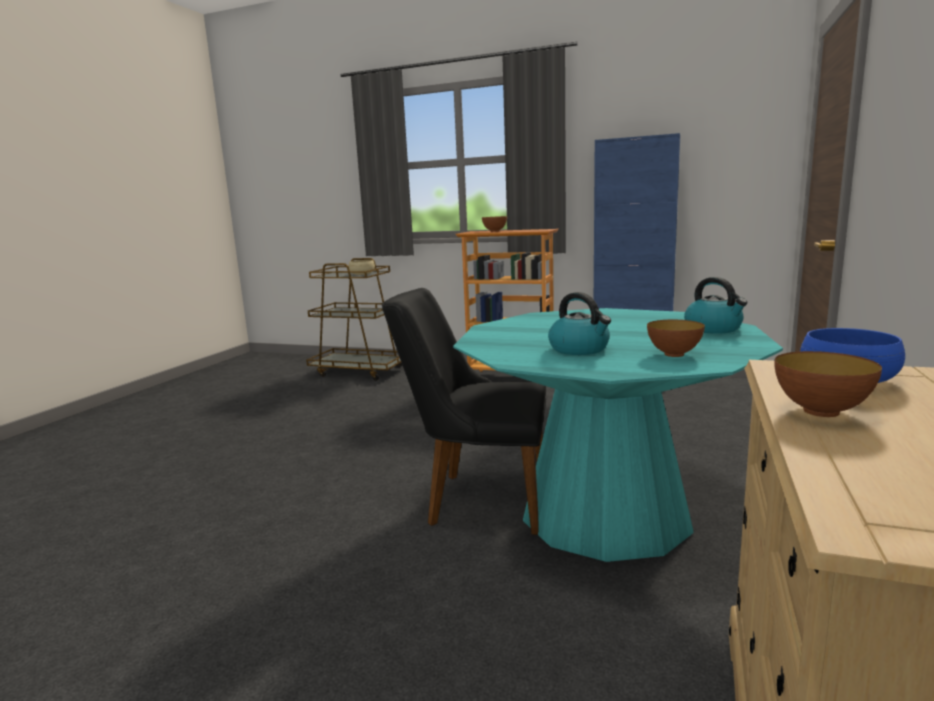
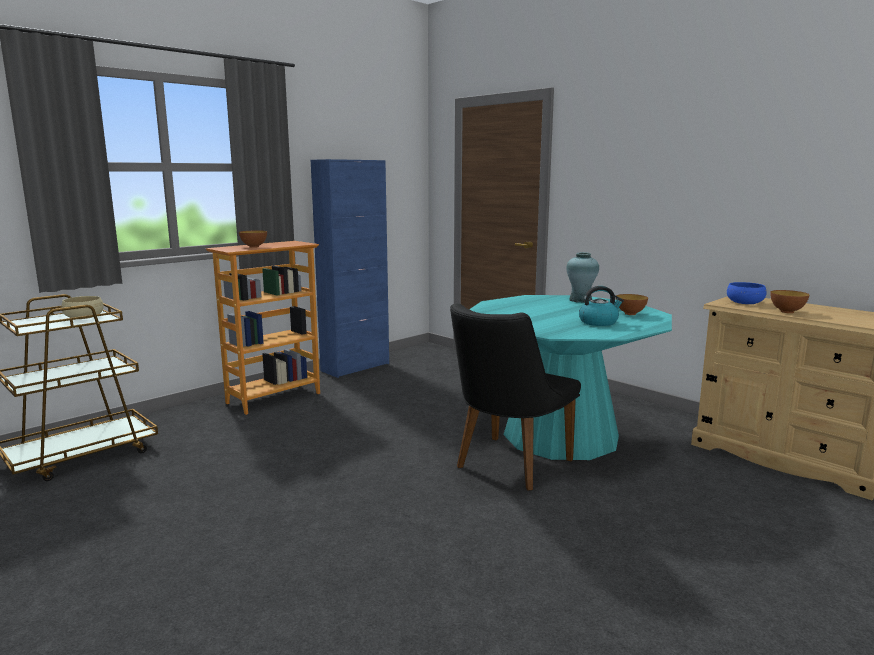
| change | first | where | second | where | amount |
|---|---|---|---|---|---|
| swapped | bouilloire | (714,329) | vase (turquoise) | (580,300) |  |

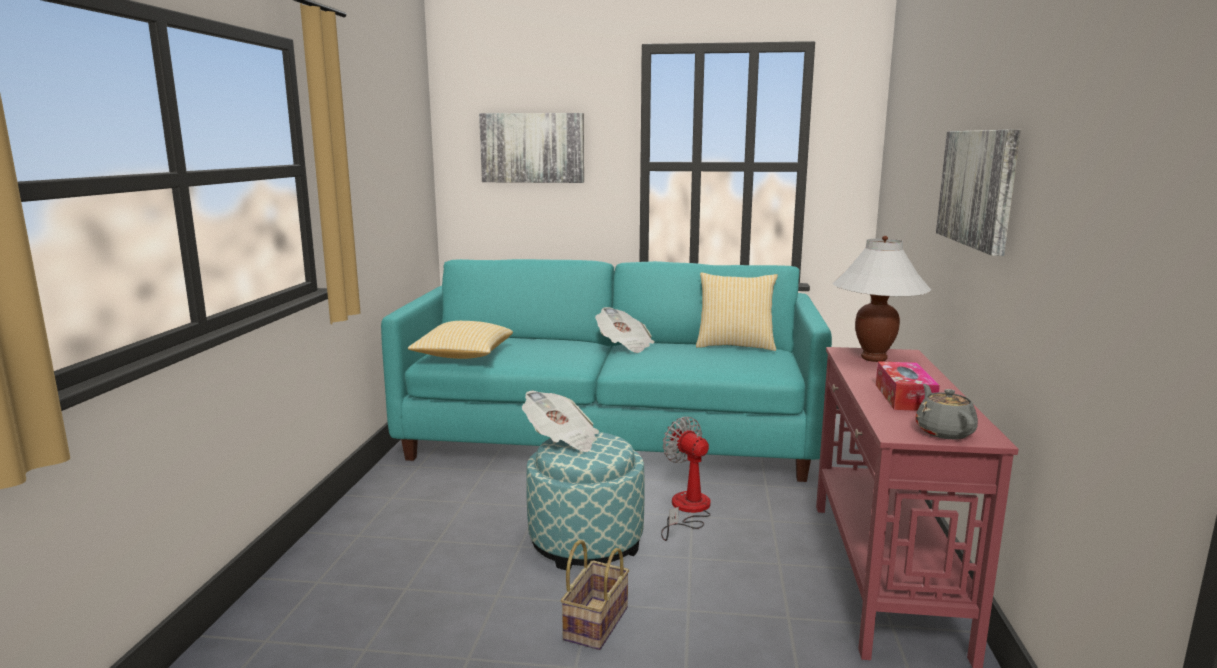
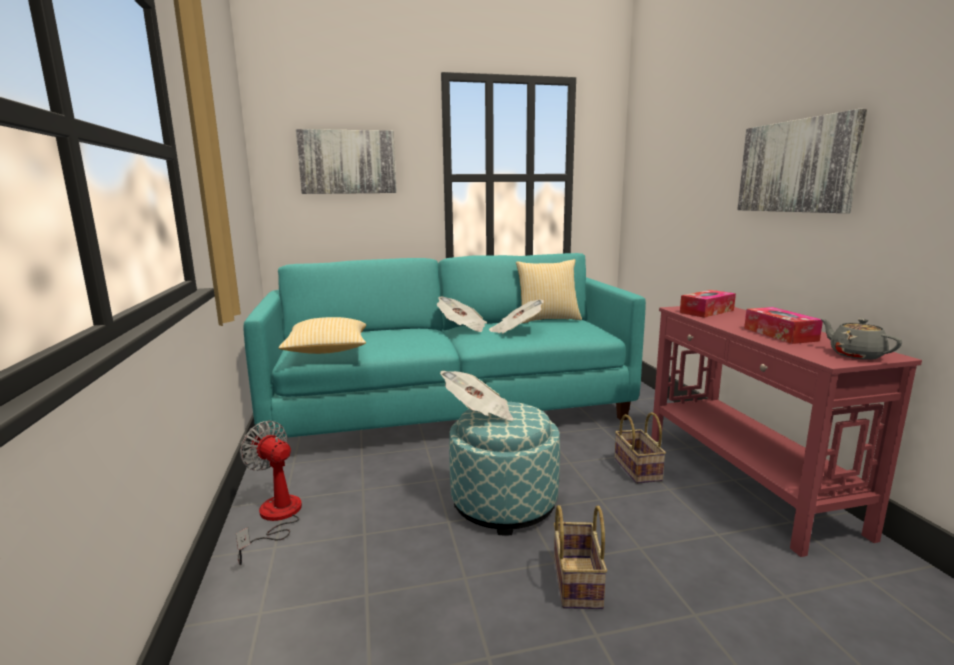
| change | first | where | second | where | amount |
|---|---|---|---|---|---|
| shifted | ventilateur | (687,510) |  | (275,518) |  |
| new |  |  | journal | (515,331) |  |
| new |  |  | panier | (635,469) |  |
| swapped | lampe de table (blanc) | (874,358) | boîte à mouchoirs | (706,311) |  |

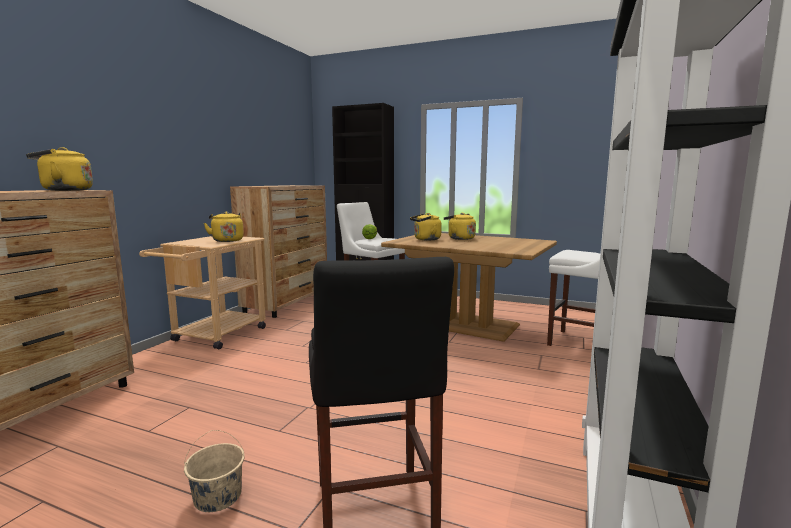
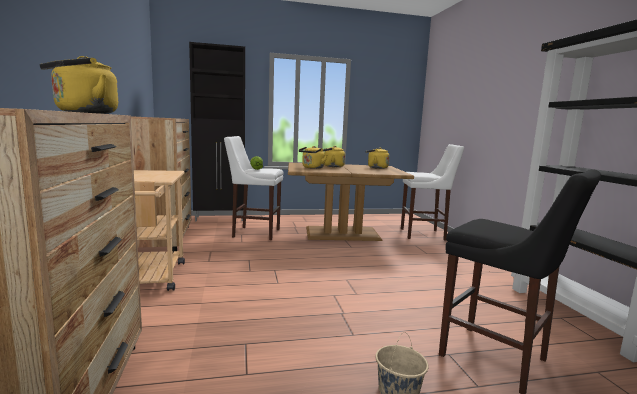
| change | first | where | second | where | amount |
|---|---|---|---|---|---|
| shifted | bouilloire (jaune) | (227,240) |  | (376,167) |  |

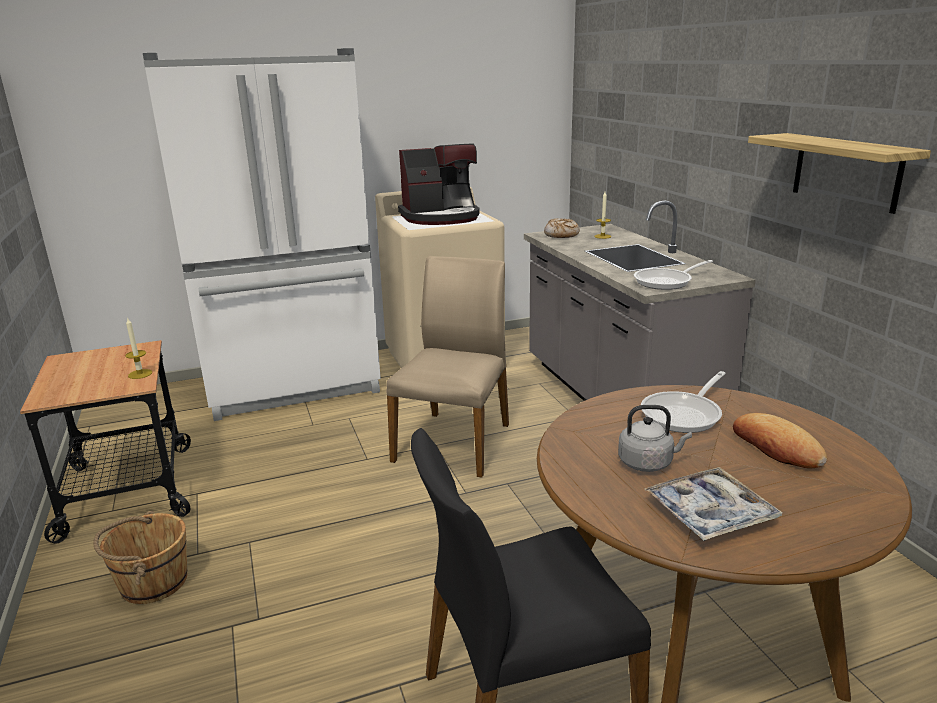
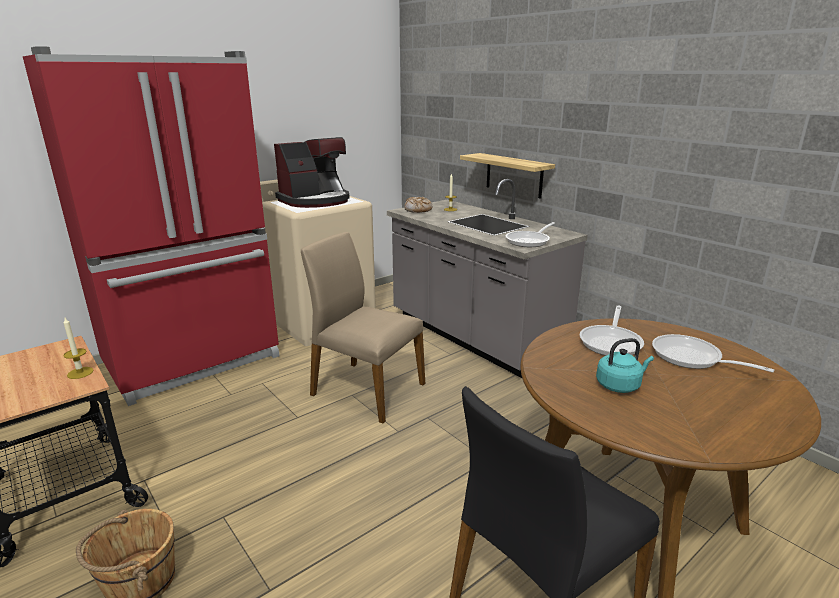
| change | first | where | second | where | amount |
|---|---|---|---|---|---|
| repainted | réfrigérateur (blanc) | (294,386) | réfrigérateur (rouge) | (195,362) |  |
| rotated | chaise (beige) | (454,441) |  | (366,389) | 60 degrees counterclockwise |
| shifted | étagère | (846,171) |  | (514,175) |  |
| repainted | bouilloire (gris) | (648,463) | bouilloire (turquoise) | (620,385) |  |
| swapped | pain | (776,447) | poêle | (692,358) |  |
| gone | plateau | (710,513) |  |  |  |

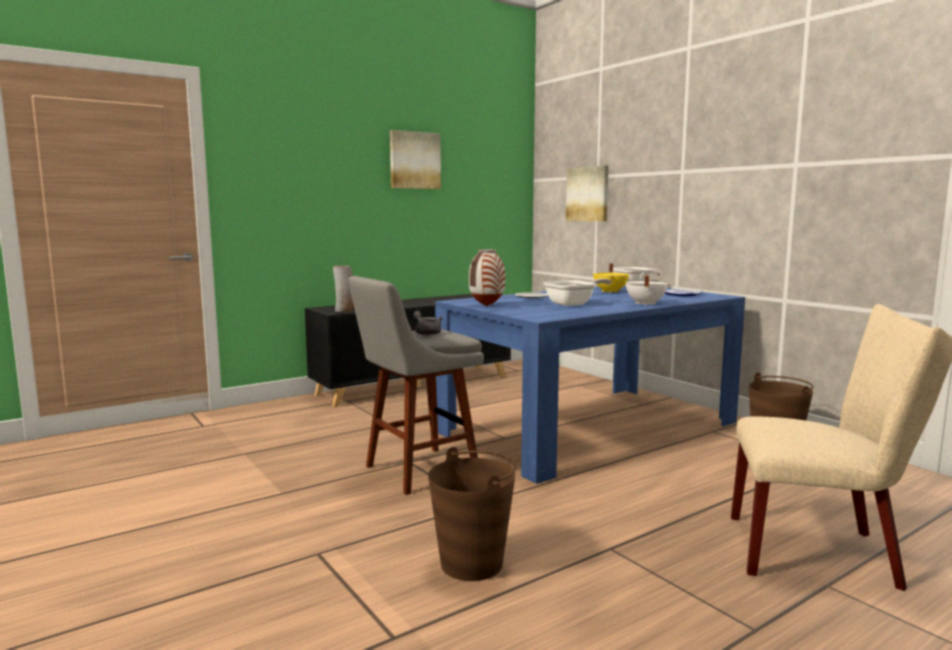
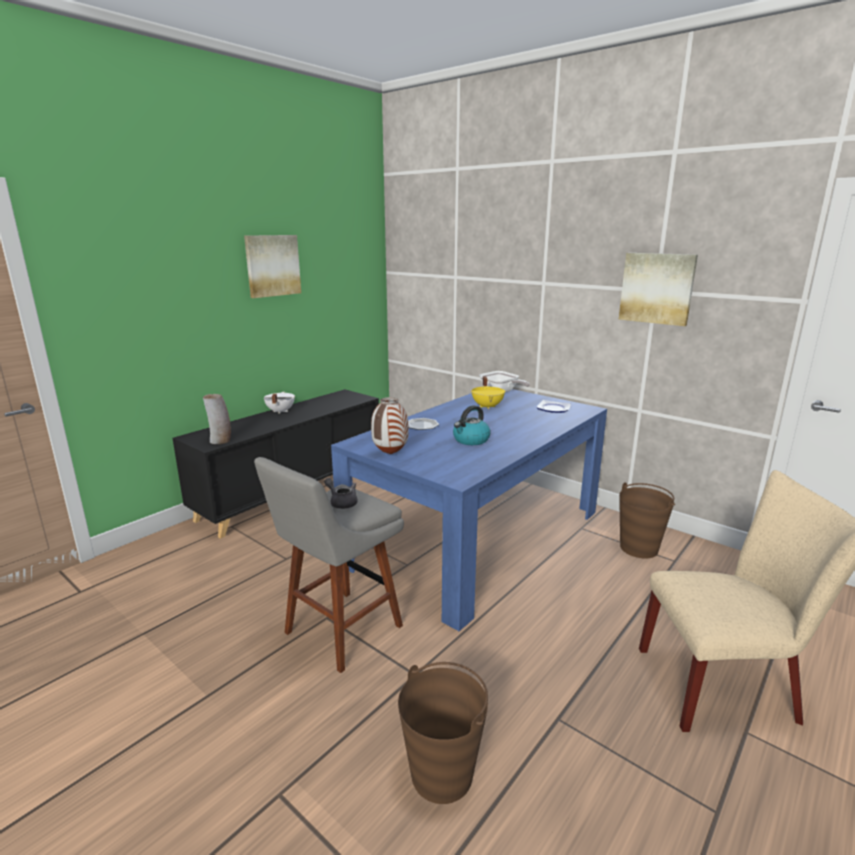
| change | first | where | second | where | amount |
|---|---|---|---|---|---|
| shifted | marmite (blanc) | (644,304) |  | (280,411) |  |
| swapped | poêle | (574,304) | bouilloire | (471,440) |  |
| shifted | tableau | (588,194) |  | (657,288) |  |

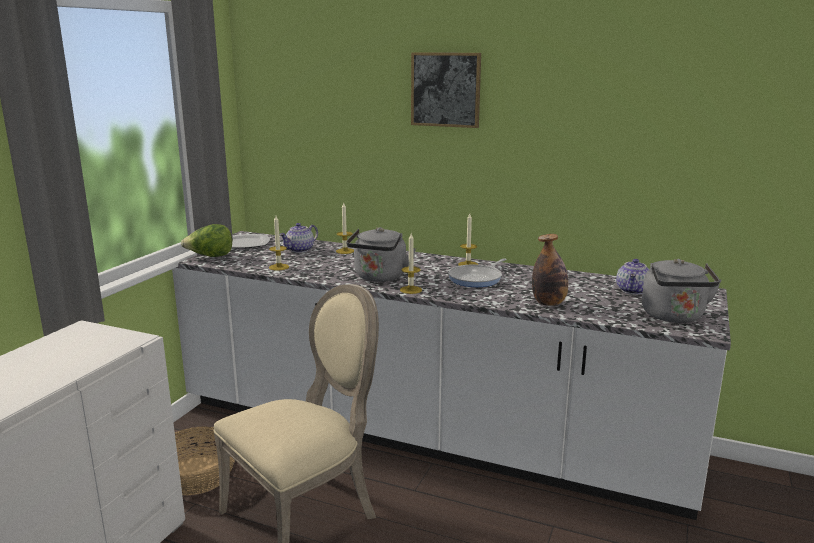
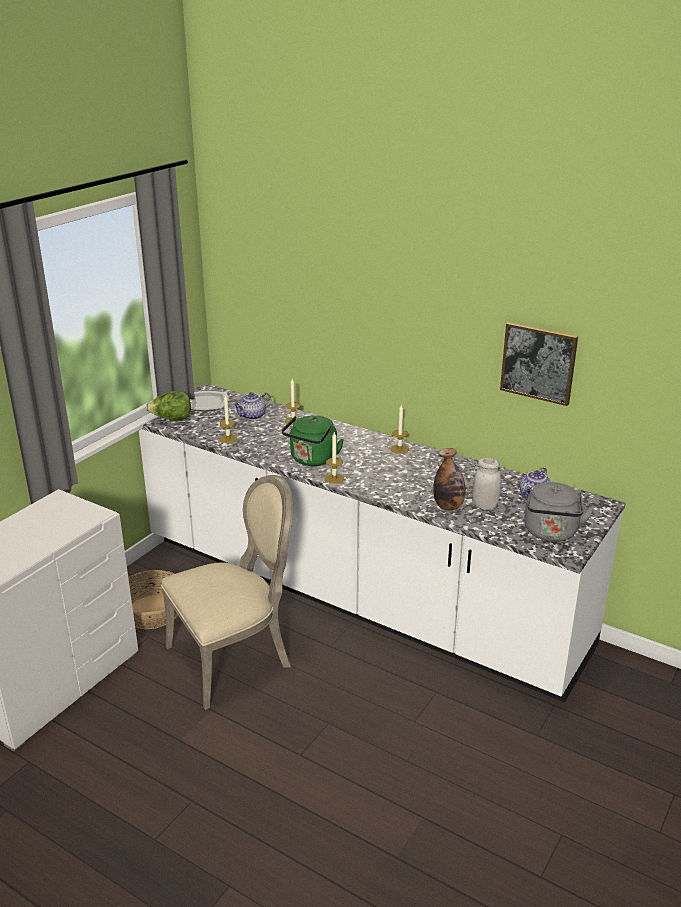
| change | first | where | second | where | amount |
|---|---|---|---|---|---|
| repainted | bouilloire (gris) | (379,277) | bouilloire (vert) | (312,460) |  |
| new |  |  | bocal (blanc) | (485,506) |  |
| shifted | tableau | (445,89) |  | (538,363) |  |
| gone | poêle | (477,279) |  |  |  |

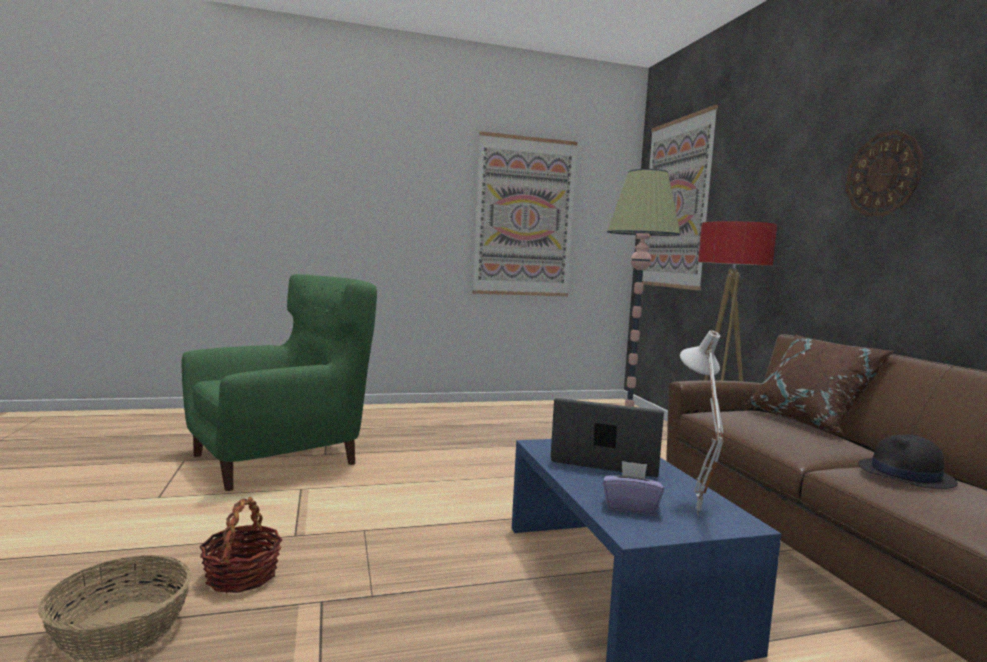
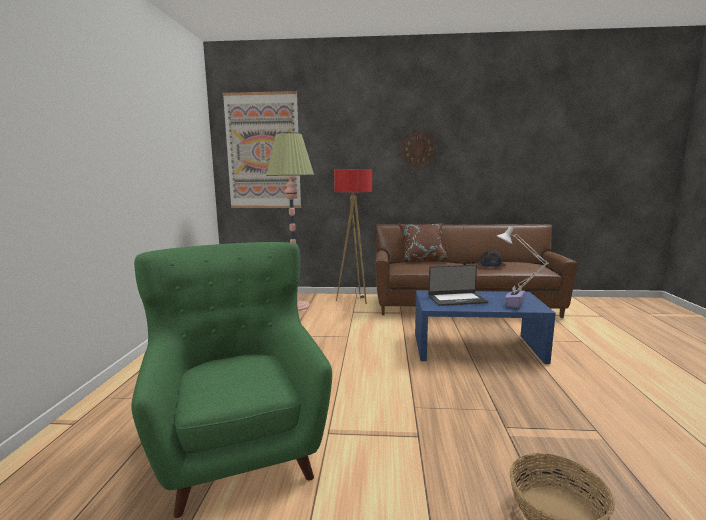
| change | first | where | second | where | amount |
|---|---|---|---|---|---|
| rotated | ordinateur portable | (606,461) |  | (457,299) | 135 degrees counterclockwise |
| gone | panier | (242,576) |  |  |  |
| gone | tableau | (524,217) |  |  |  |

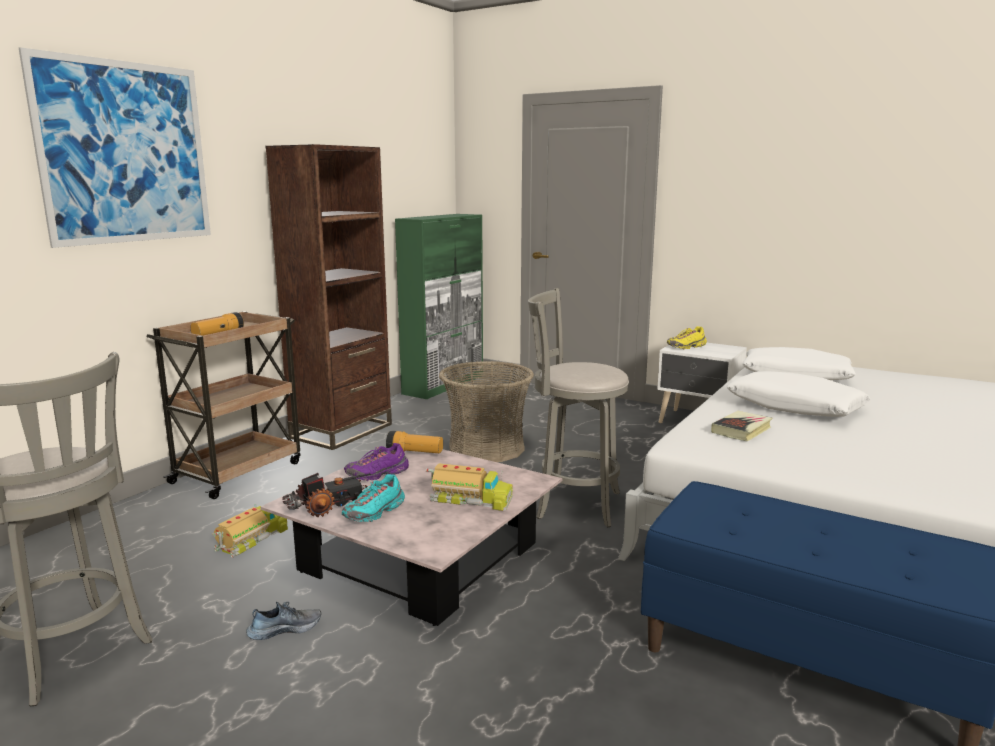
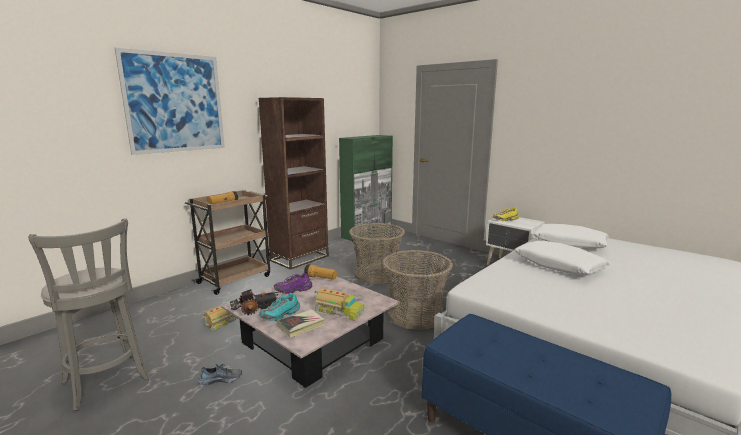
| change | first | where | second | where | amount |
|---|---|---|---|---|---|
| shifted | livre | (741,430) |  | (301,326) |  |
| swapped | tabouret (gris) | (573,504) | panier | (415,315) |  |

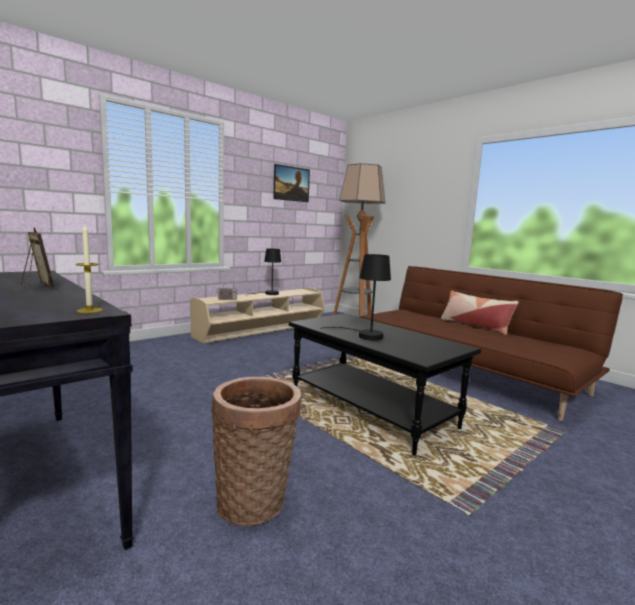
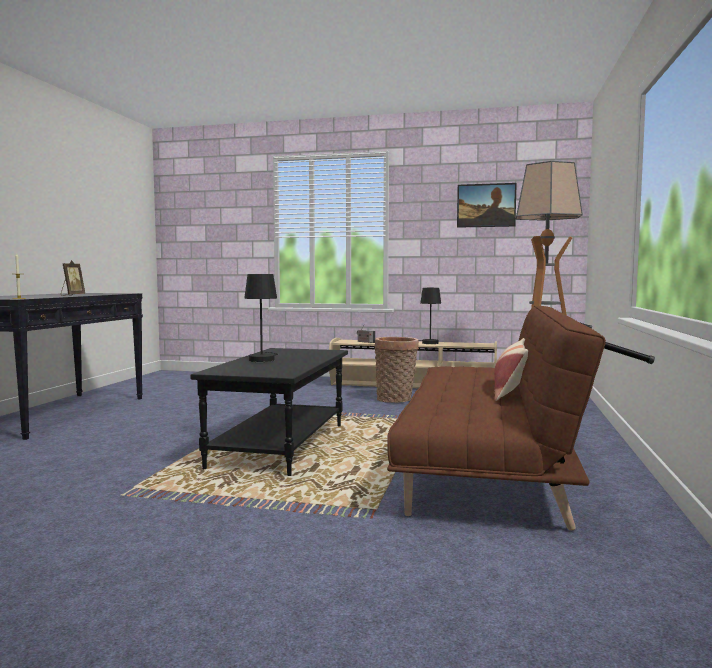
| change | first | where | second | where | amount |
|---|---|---|---|---|---|
| shifted | panier | (255,501) |  | (396,399) |  |

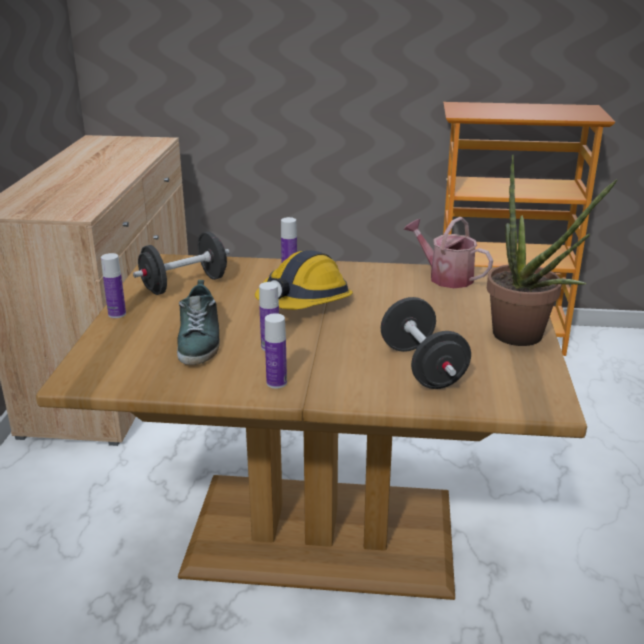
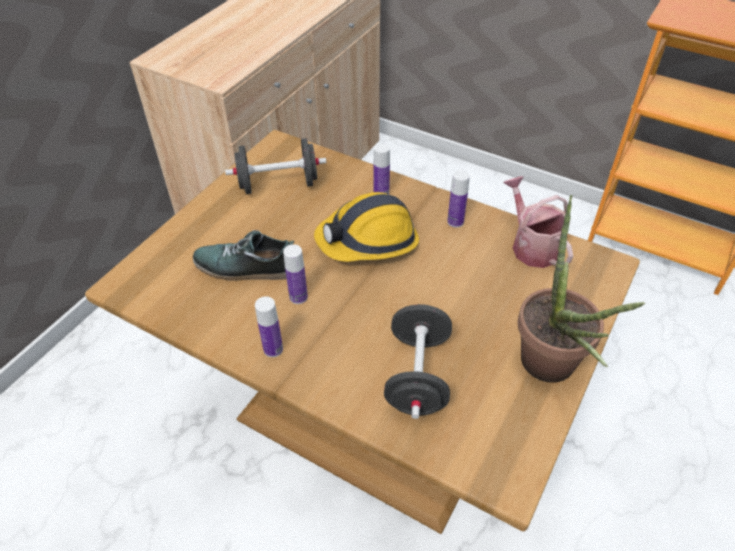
| change | first | where | second | where | amount |
|---|---|---|---|---|---|
| rotated | chaussure | (200,340) |  | (245,267) | 75 degrees clockwise |
| shifted | bouteille | (117,314) |  | (455,222) |  |

